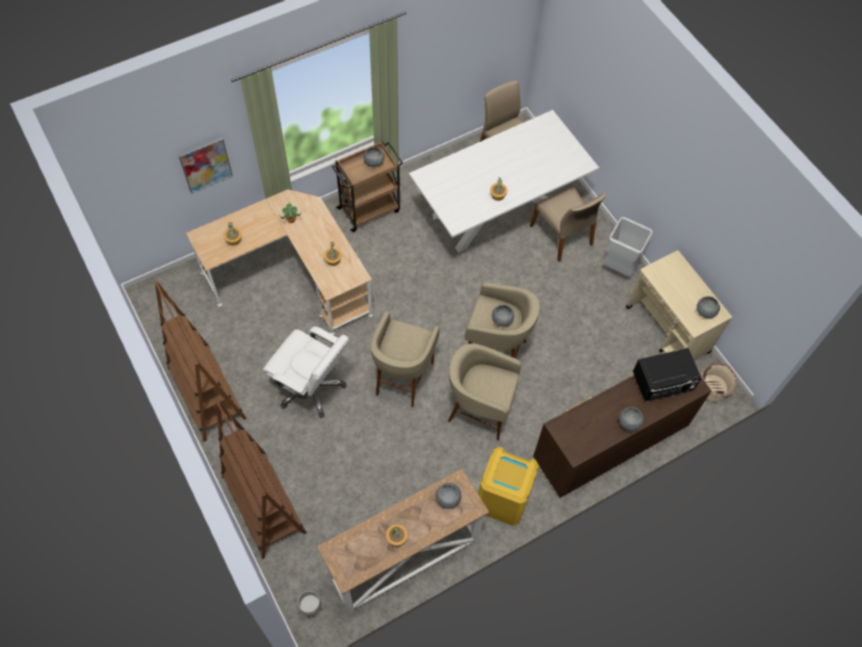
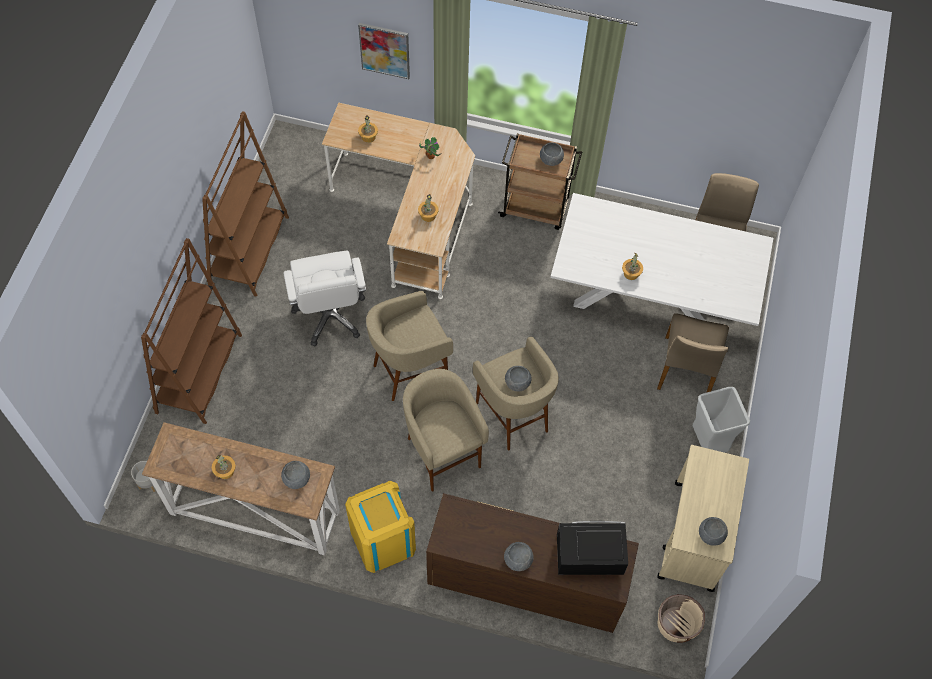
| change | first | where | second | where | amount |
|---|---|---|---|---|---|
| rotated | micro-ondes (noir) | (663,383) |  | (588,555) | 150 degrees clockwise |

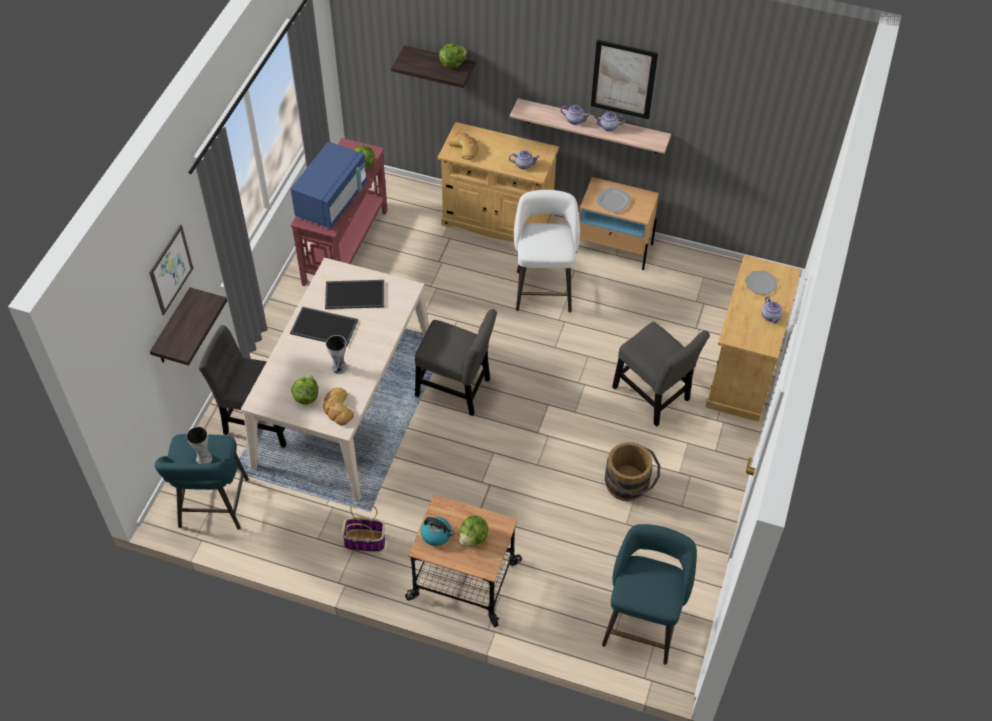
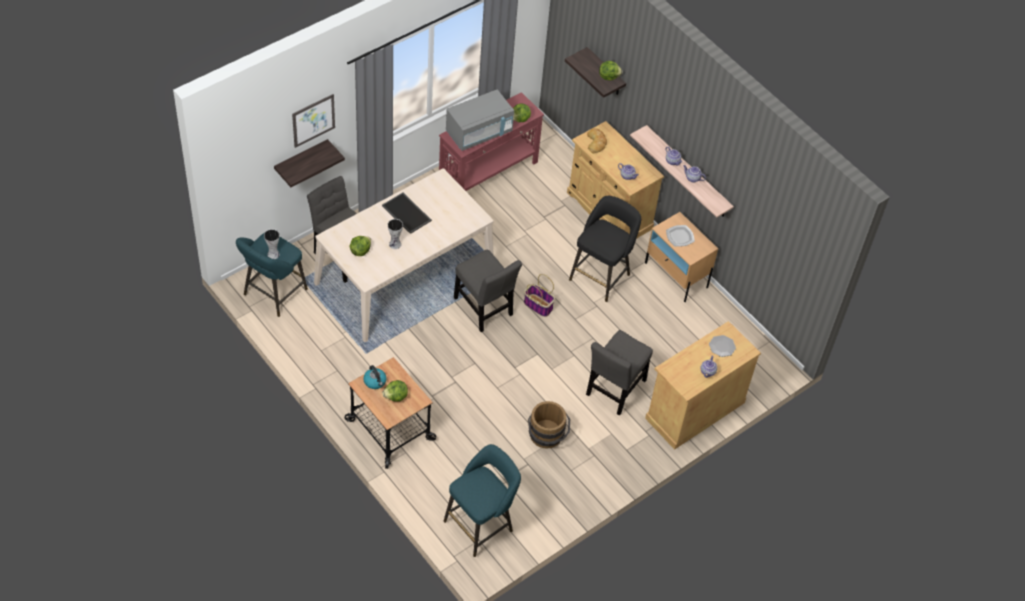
| change | first | where | second | where | amount |
|---|---|---|---|---|---|
| repainted | micro-ondes (bleu) | (332,201) | micro-ondes (gris) | (479,132) |  |
| shifted | panier | (365,540) |  | (538,305) |  |
| repainted | tabouret (blanc) | (543,288) | tabouret (noir) | (601,275) |  |
| rotated | chaise (gris) | (653,396) |  | (614,390) | 45 degrees clockwise |
| gone | pain | (337,409) |  |  |  |
| gone | plateau | (355,294) |  |  |  |
| gone | tableau | (623,79) |  |  |  |

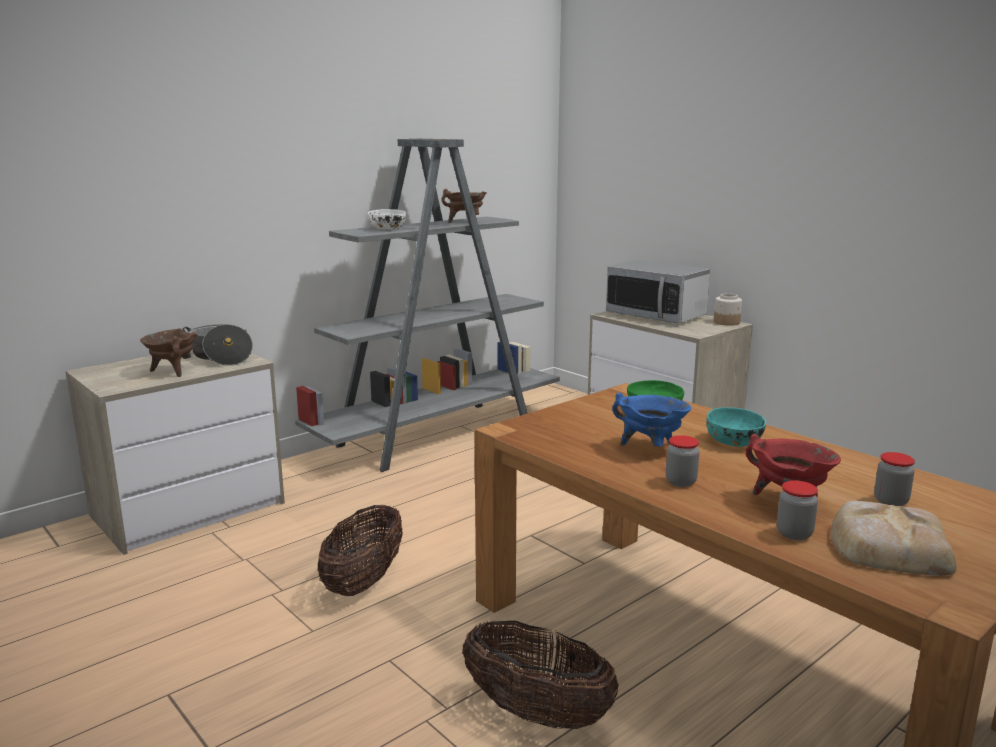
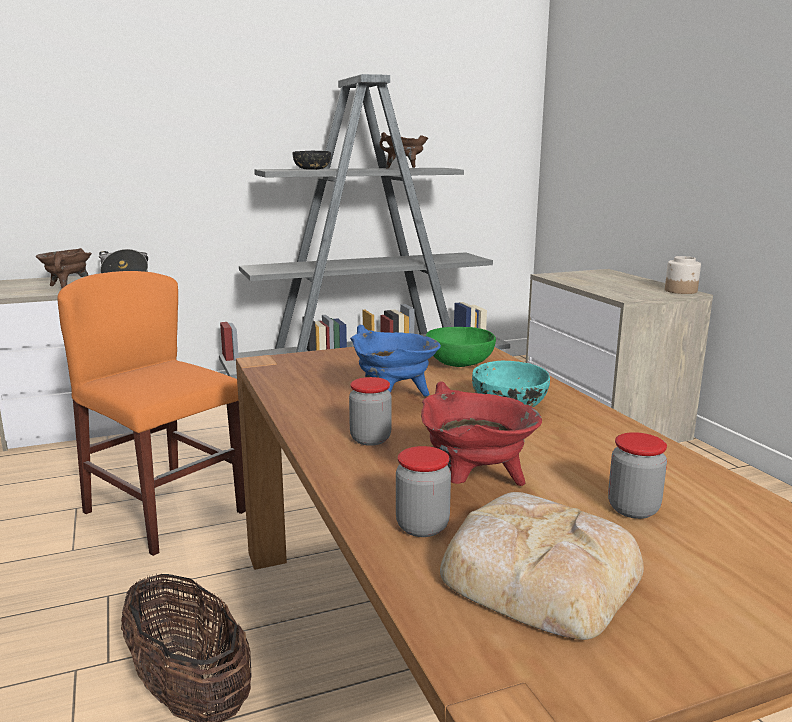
| change | first | where | second | where | amount |
|---|---|---|---|---|---|
| swapped | panier | (364,581) | chaise (orange) | (165,512) |  |
| repainted | bol (blanc) | (387,229) | bol (noir) | (311,169) |  |
| gone | micro-ondes | (656,315) |  |  |  |

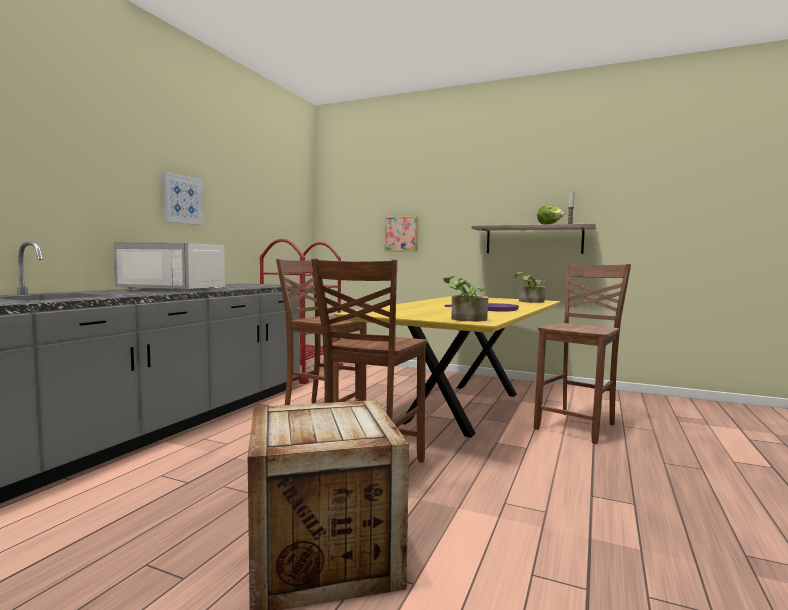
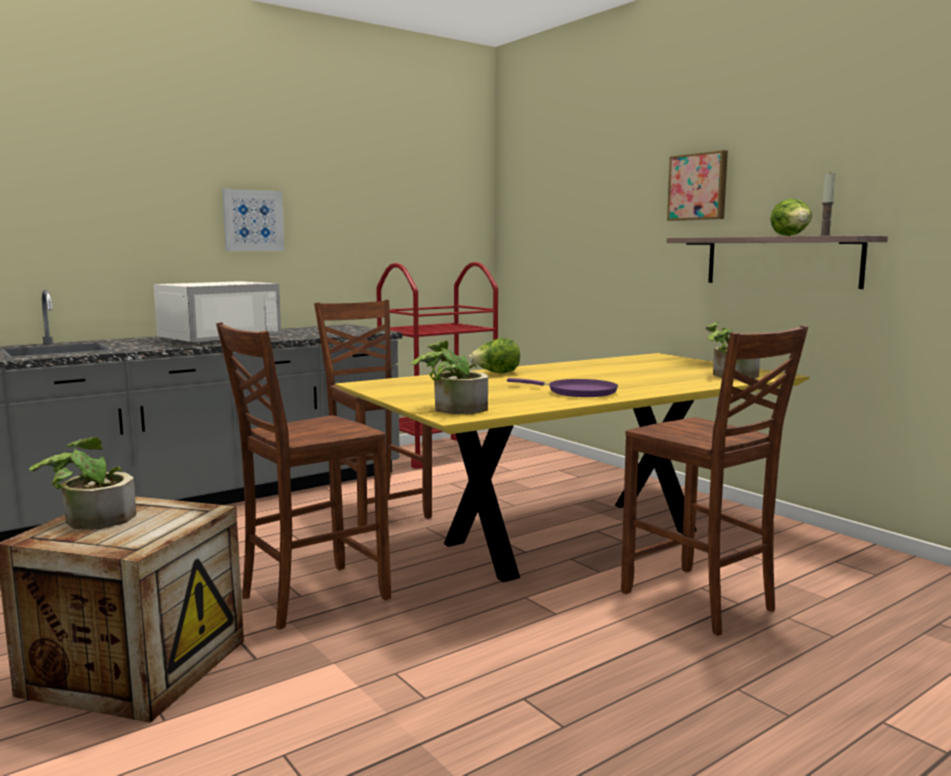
| change | first | where | second | where | amount |
|---|---|---|---|---|---|
| new |  |  | plante en pot | (91,519) |  |
| rotated | micro-ondes (blanc) | (177,289) |  | (216,338) | 90 degrees counterclockwise |
| new |  |  | laitue | (496,373) |  |
| rotated | chaise (marron) | (578,427) |  | (700,602) | 75 degrees clockwise |
| shifted | tableau | (402,234) |  | (698,187) |  |

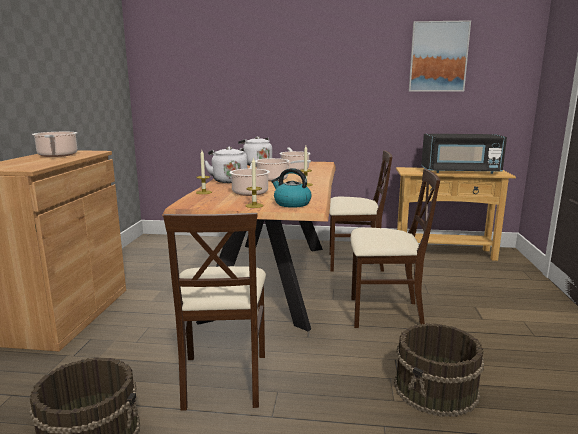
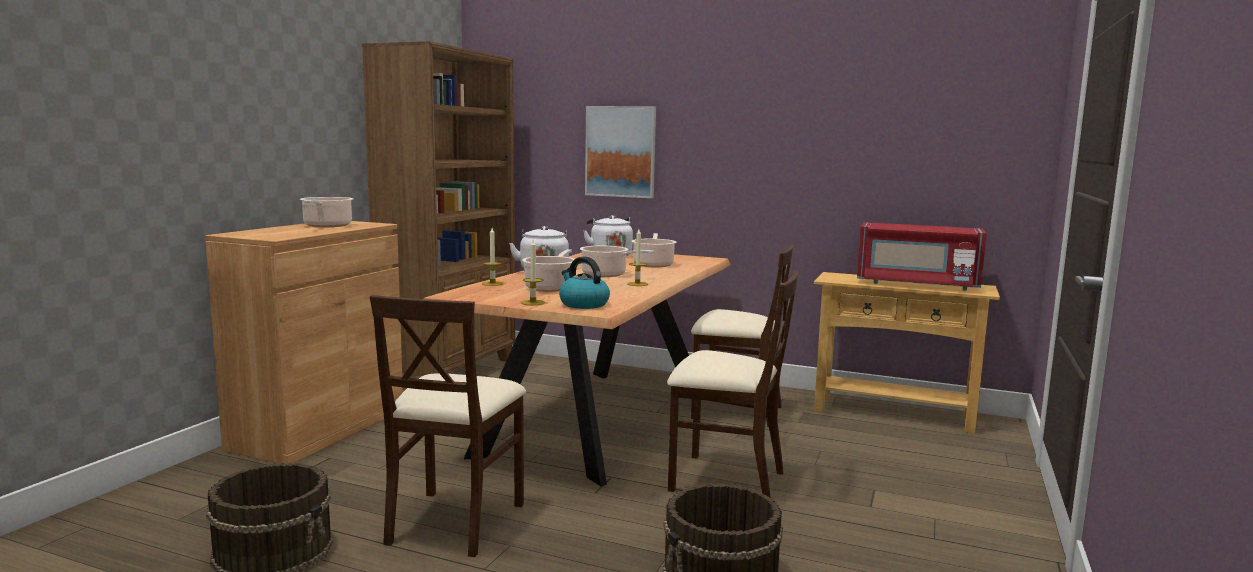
| change | first | where | second | where | amount |
|---|---|---|---|---|---|
| new |  |  | bibliothèque (marron) | (451,371) |  |
| shifted | tableau | (438,57) |  | (620,151) |  |
| repainted | micro-ondes (noir) | (460,171) | micro-ondes (rouge) | (916,284) |  |

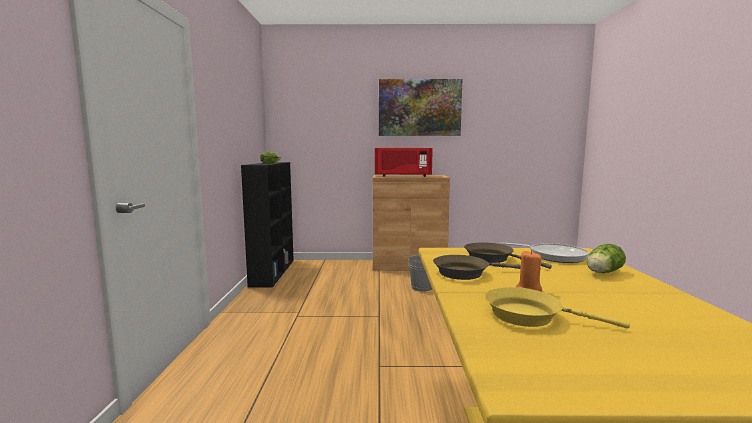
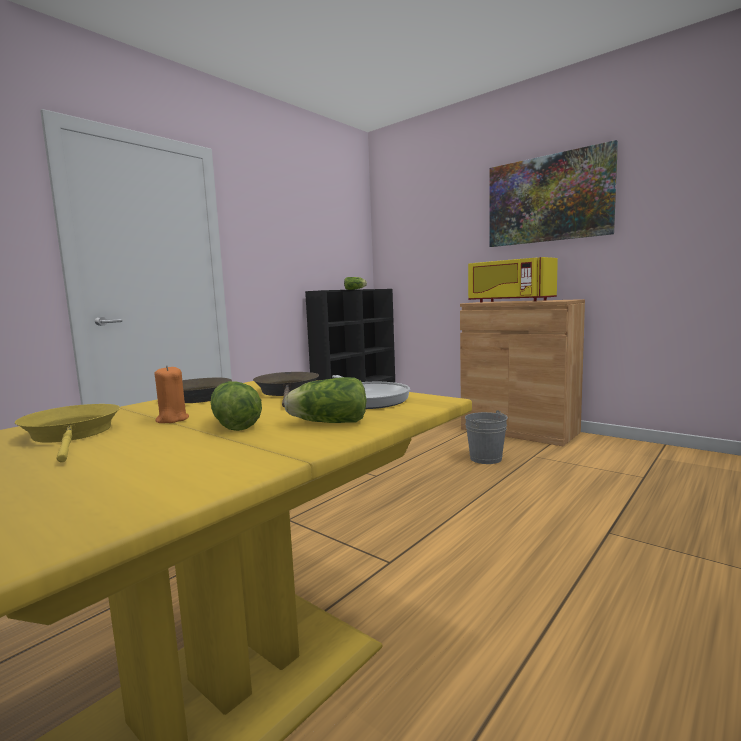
| change | first | where | second | where | amount |
|---|---|---|---|---|---|
| new |  |  | laitue | (234,423) |  |
| repainted | micro-ondes (rouge) | (403,176) | micro-ondes (jaune) | (509,301) |  |

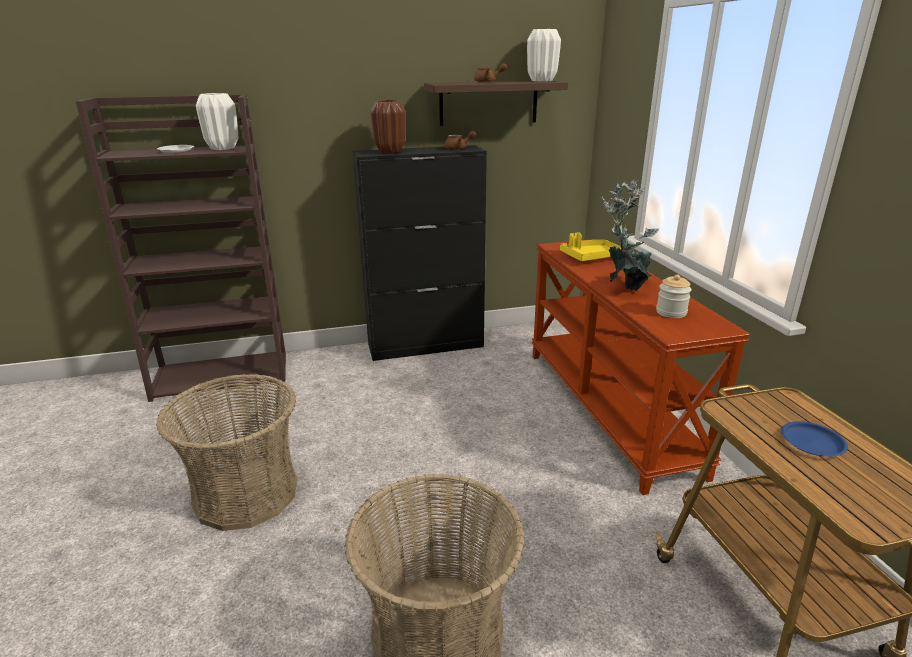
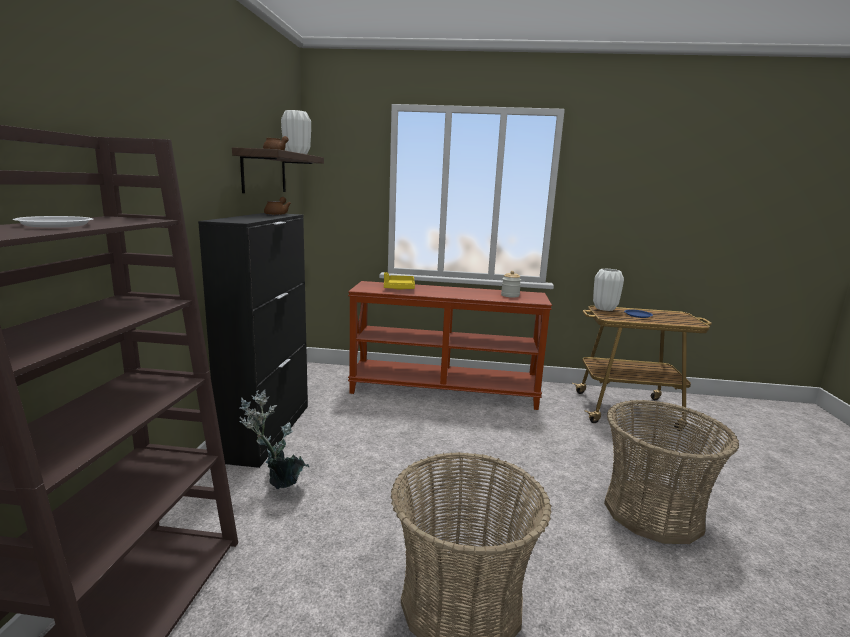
| change | first | where | second | where | amount |
|---|---|---|---|---|---|
| shifted | plante en pot | (624,288) |  | (279,485) |  |
| shifted | vase (blanc) | (223,148) |  | (604,308) |  |
| gone | vase (marron) | (389,152) |  |  |  |

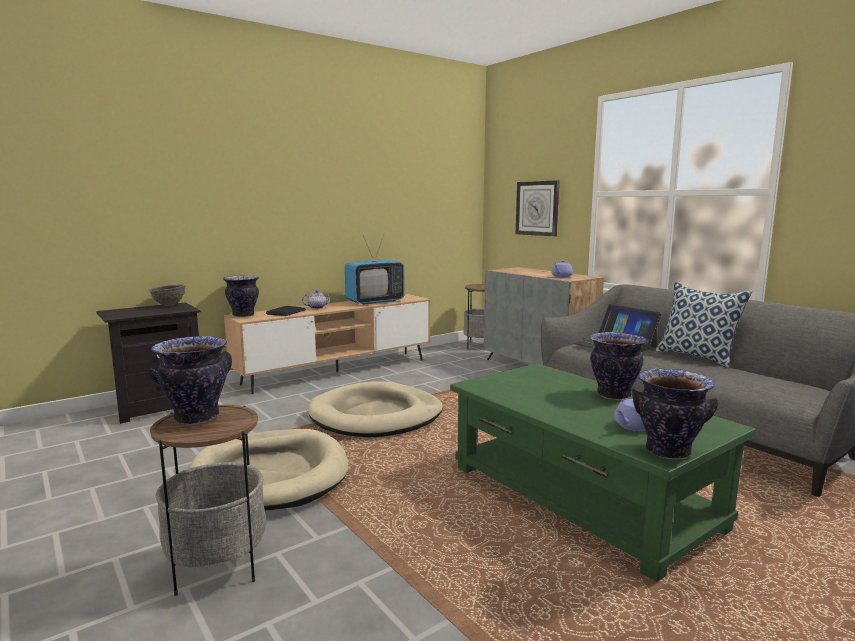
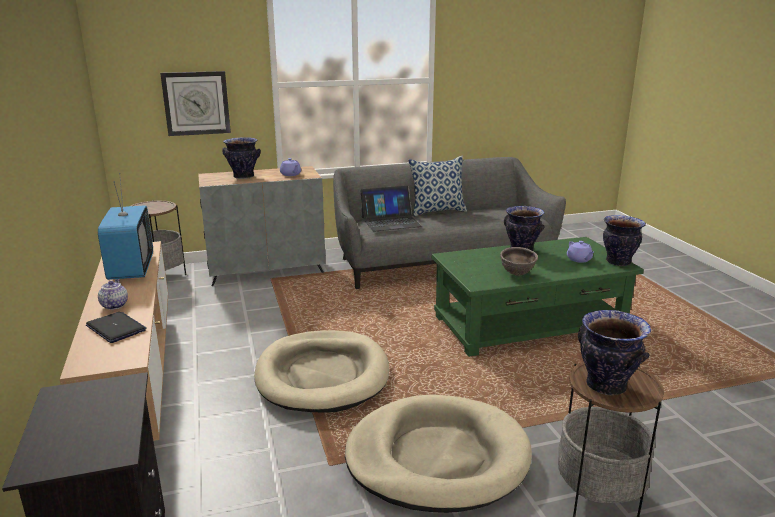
| change | first | where | second | where | amount |
|---|---|---|---|---|---|
| shifted | vase | (243,315) |  | (243,176) |  |
| shifted | bol (marron) | (169,306) |  | (517,274) |  |

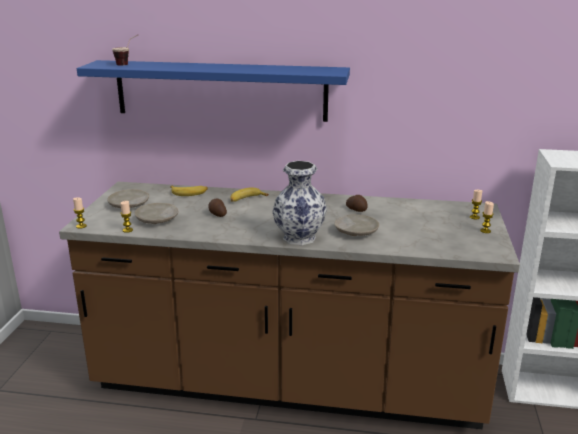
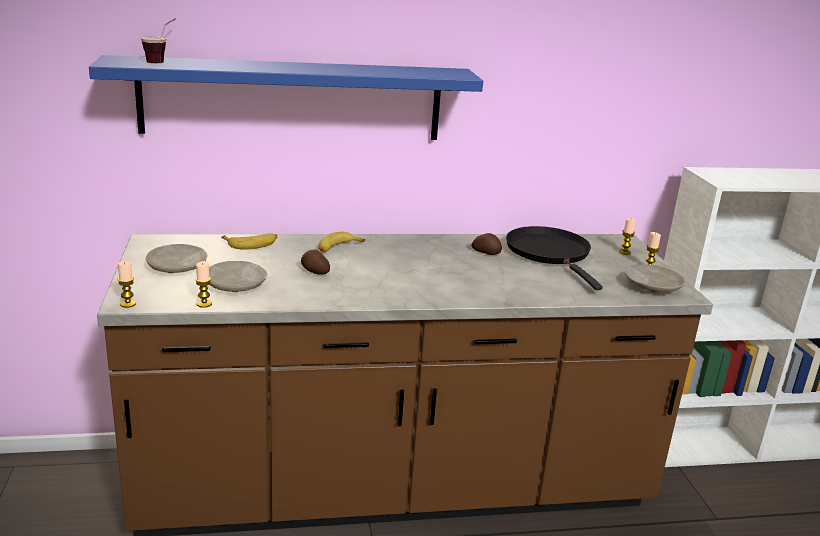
| change | first | where | second | where | amount |
|---|---|---|---|---|---|
| new |  |  | poêle (noir) | (550,253) |  |
| shifted | assiette (beige) | (356,232) |  | (652,286) |  |
| gone | vase | (298,238) |  |  |  |

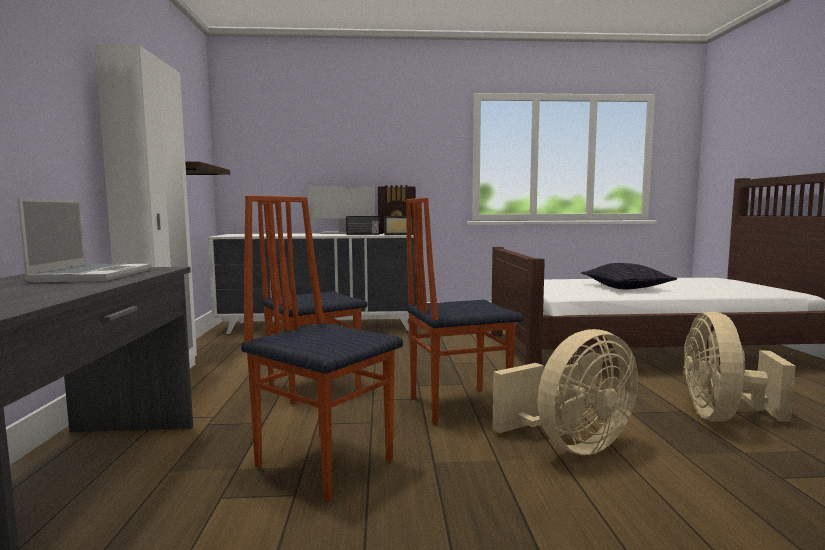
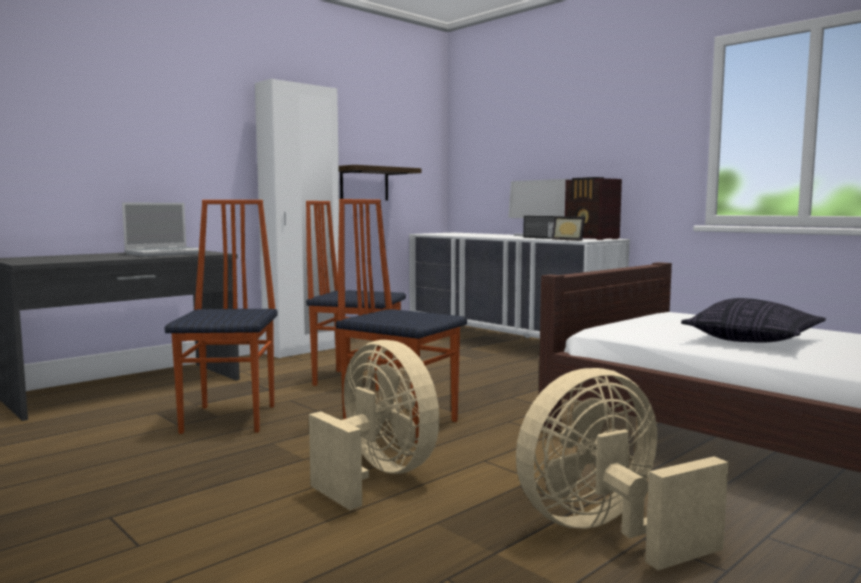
| change | first | where | second | where | amount |
|---|---|---|---|---|---|
| rotated | ventilateur (beige) | (571,445) |  | (377,476) | 150 degrees counterclockwise |

